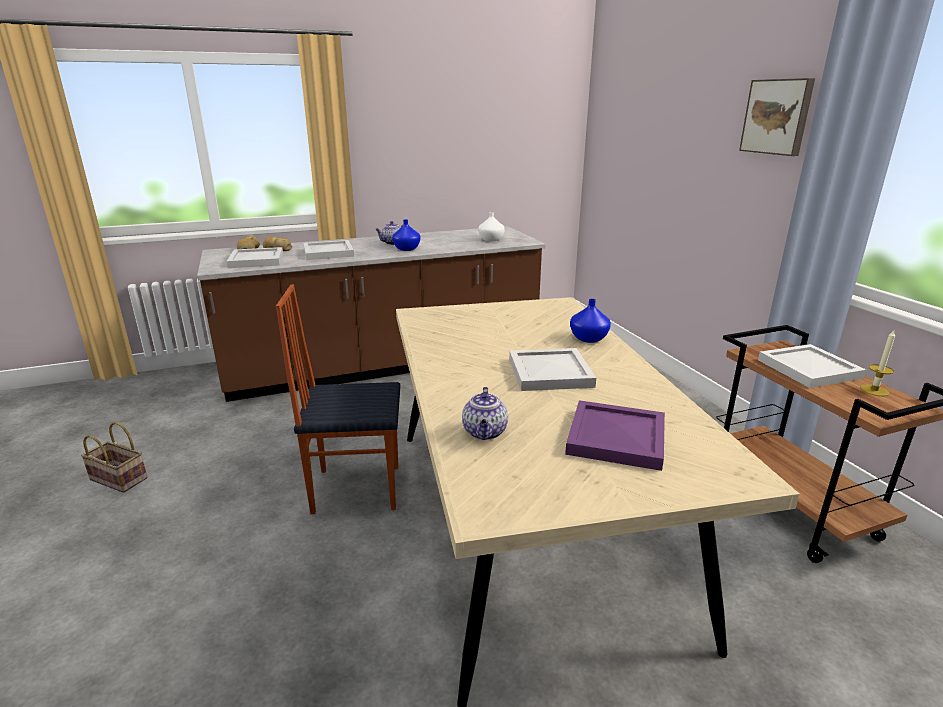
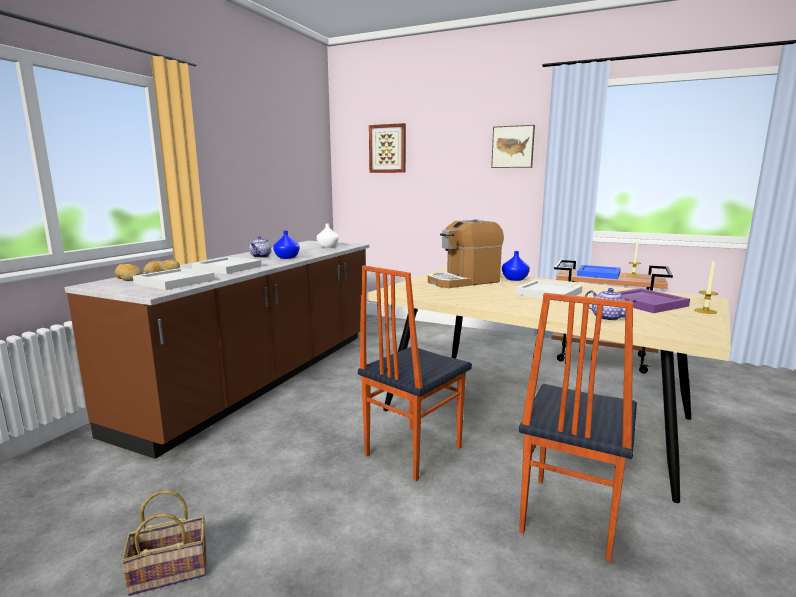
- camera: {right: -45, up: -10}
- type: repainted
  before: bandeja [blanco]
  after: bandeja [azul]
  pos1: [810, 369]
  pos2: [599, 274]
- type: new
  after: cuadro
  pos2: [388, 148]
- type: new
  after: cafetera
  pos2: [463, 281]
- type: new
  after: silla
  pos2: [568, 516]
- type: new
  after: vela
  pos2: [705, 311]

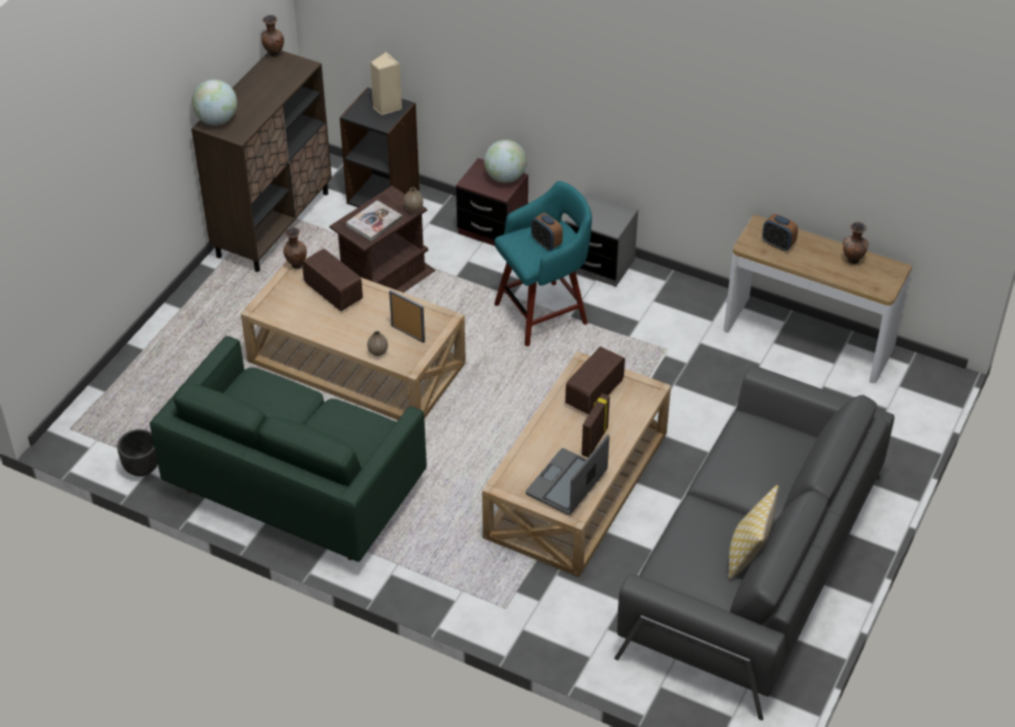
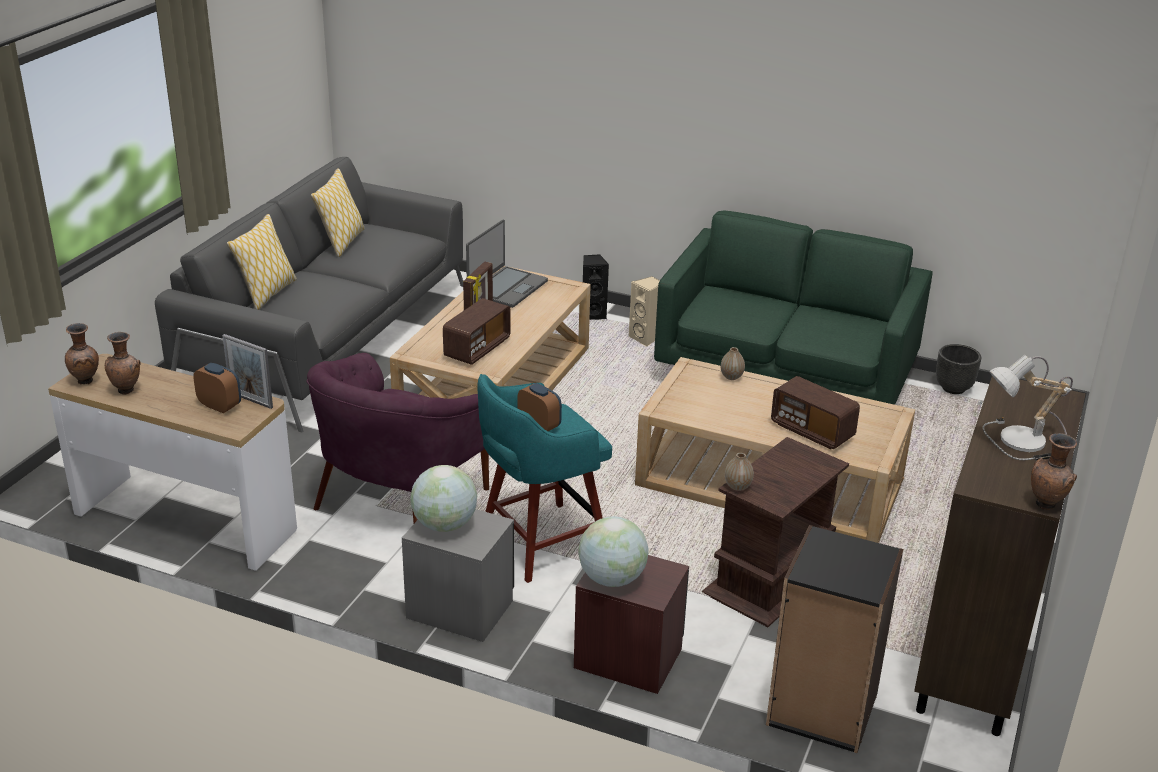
- camera: {right: 175, up: -15}
- type: shifted
  before: globo terráqueo
  pos1: [216, 120]
  pos2: [444, 525]
- type: shifted
  before: florero [marrón]
  pos1: [296, 265]
  pos2: [86, 381]
- type: gone
  before: libro
  pos1: [374, 222]
- type: shifted
  before: altavoz [beis]
  pos1: [386, 107]
  pos2: [646, 339]
- type: shifted
  before: portarretratos
  pos1: [408, 334]
  pos2: [251, 400]
- type: new
  after: cojín
  pos2: [267, 294]
- type: new
  after: sillón [morado]
  pos2: [399, 499]
- type: new
  after: altavoz [negro]
  pos2: [592, 315]
- type: new
  after: lámpara de mesa
  pos2: [1022, 442]

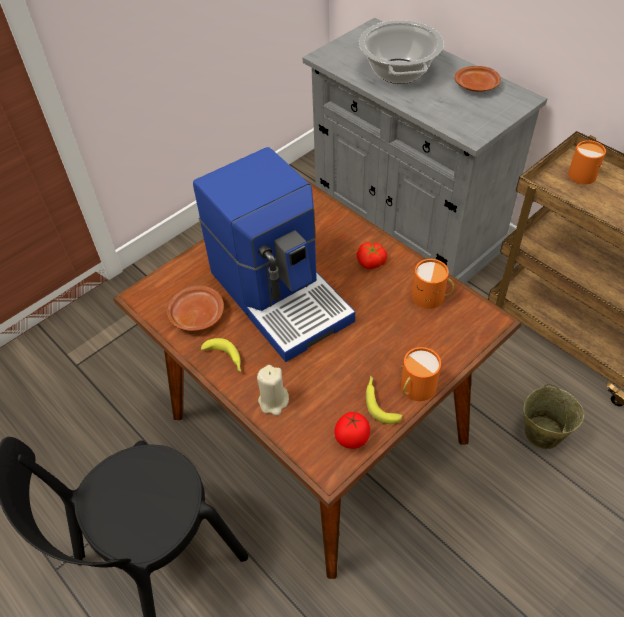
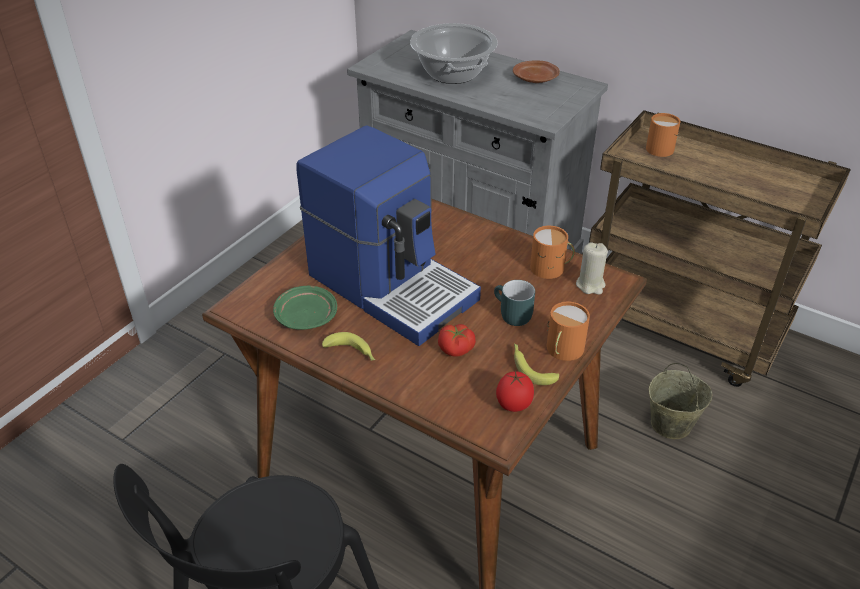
- camera: {right: -15, up: -10}
- type: repainted
  before: plato [marrón]
  after: plato [verde]
  pos1: [197, 314]
  pos2: [305, 316]
- type: shifted
  before: vela [beis]
  pos1: [273, 401]
  pos2: [590, 285]
- type: shifted
  before: tomate
  pos1: [371, 262]
  pos2: [456, 349]
- type: new
  after: taza grande [turquesa]
  pos2: [510, 315]

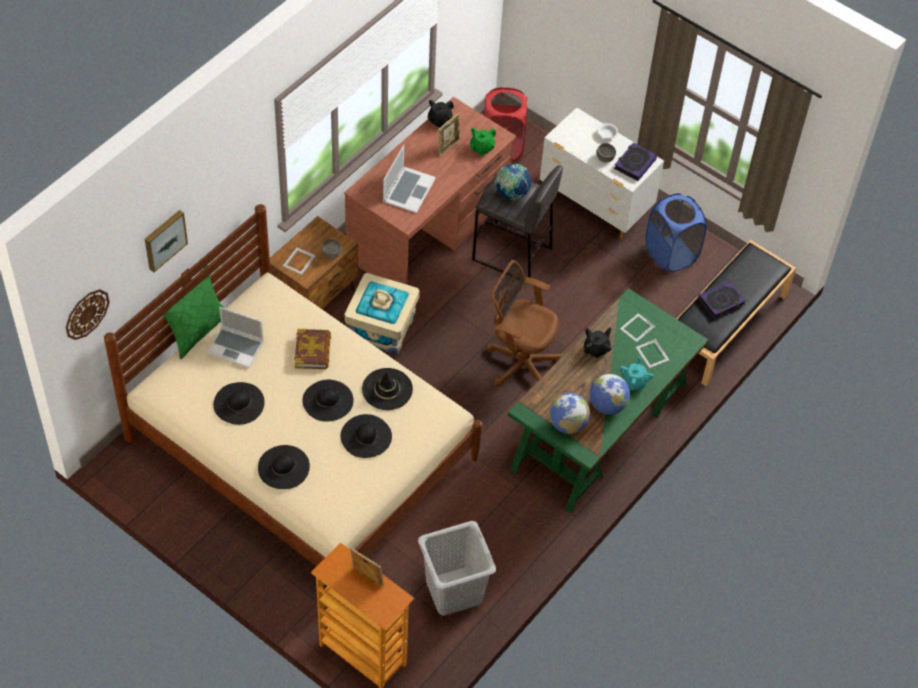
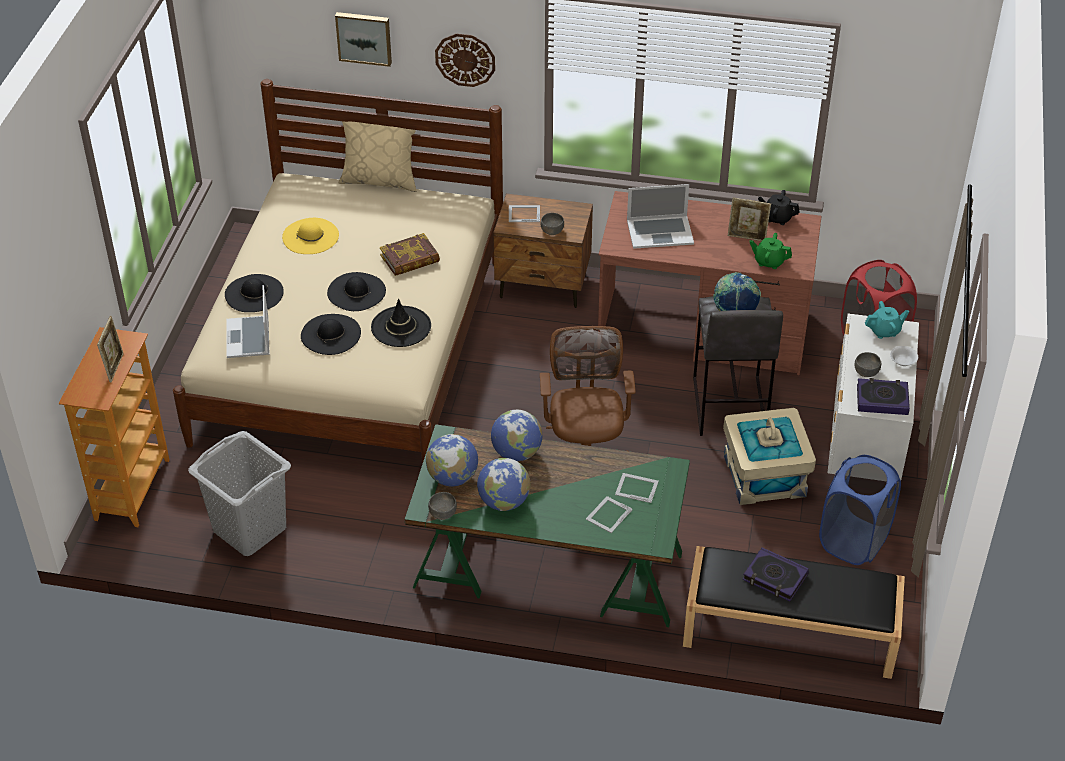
- camera: {right: 65, up: -10}
- type: shifted
  before: reloj de pared
  pos1: [86, 314]
  pos2: [465, 59]
- type: repainted
  before: cojín [verde]
  after: cojín [beis]
  pos1: [196, 330]
  pos2: [380, 179]
- type: shifted
  before: portátil
  pos1: [236, 348]
  pos2: [249, 339]
- type: repainted
  before: sombrero [negro]
  after: sombrero [amarillo]
  pos1: [239, 403]
  pos2: [310, 236]
- type: shifted
  before: caja de almacenaje [beis]
  pos1: [382, 327]
  pos2: [765, 476]
- type: gone
  before: tetera [negro]
  pos1: [596, 349]
- type: shifted
  before: tetera [turquesa]
  pos1: [634, 381]
  pos2: [884, 331]
- type: new
  after: cuenco [gris]
  pos2: [443, 513]
- type: new
  after: globo terráqueo
  pos2: [516, 453]

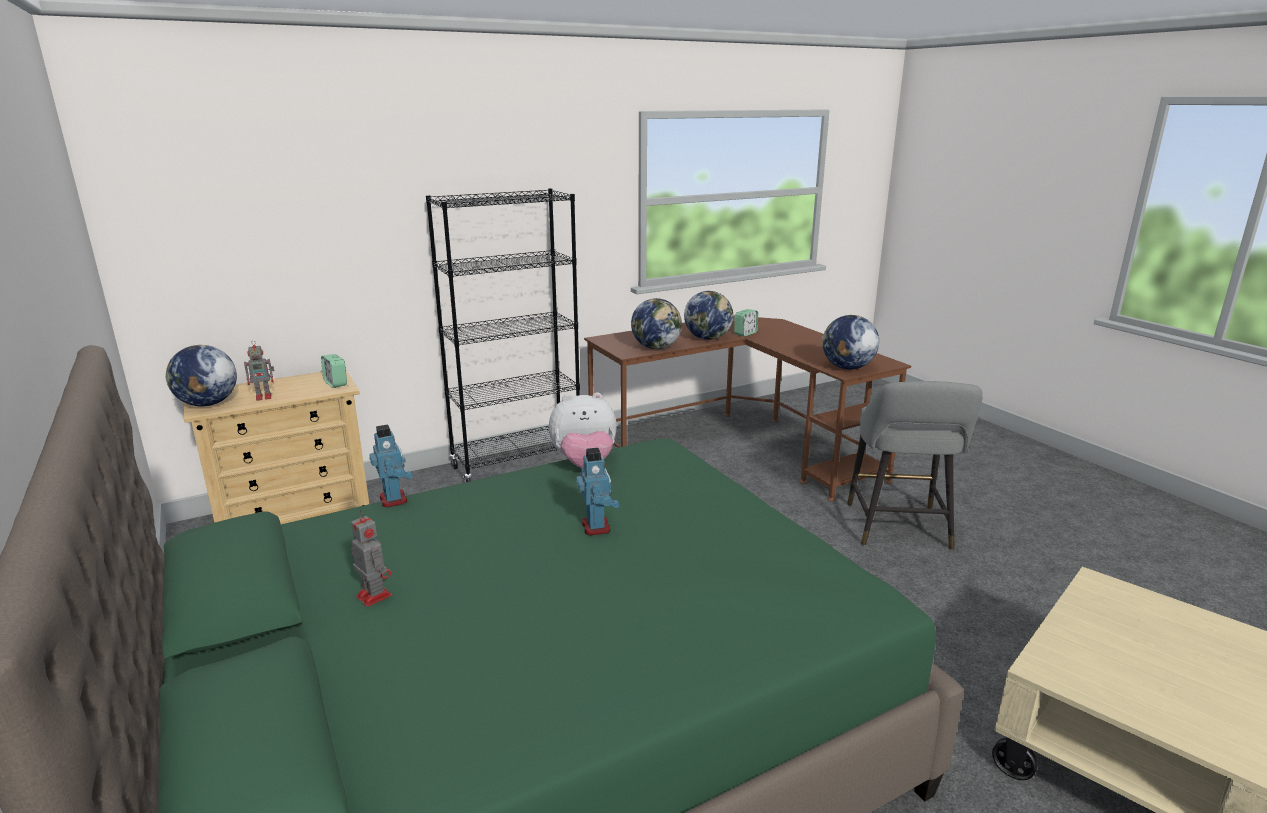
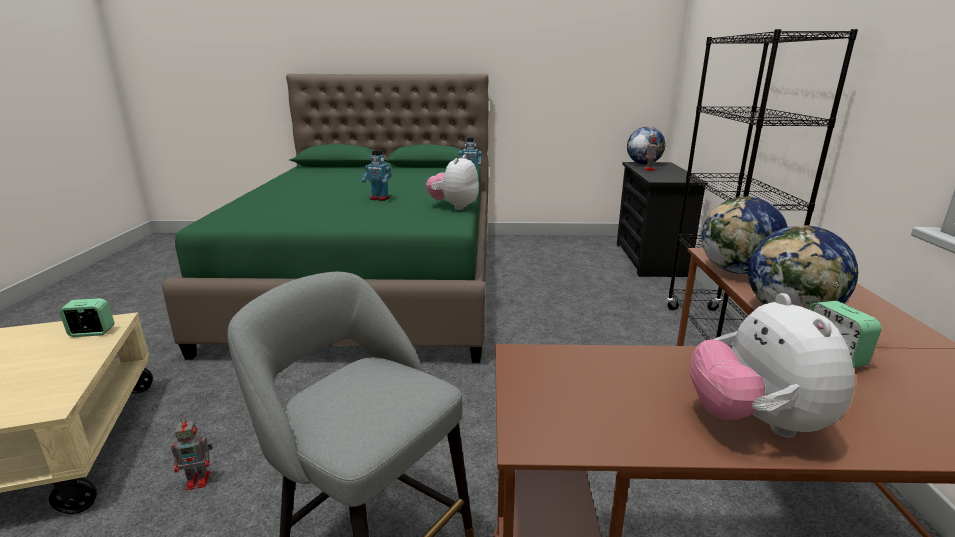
- camera: {right: 120, up: 0}
- type: repainted
  before: cómoda [beis]
  after: cómoda [negro]
  pos1: [295, 514]
  pos2: [650, 259]
- type: shifted
  before: despertador
  pos1: [336, 383]
  pos2: [92, 332]
- type: shifted
  before: robot de juguete
  pos1: [373, 595]
  pos2: [200, 480]
- type: gone
  before: globo terráqueo
  pos1: [847, 368]
- type: new
  after: peluche
  pos2: [756, 422]

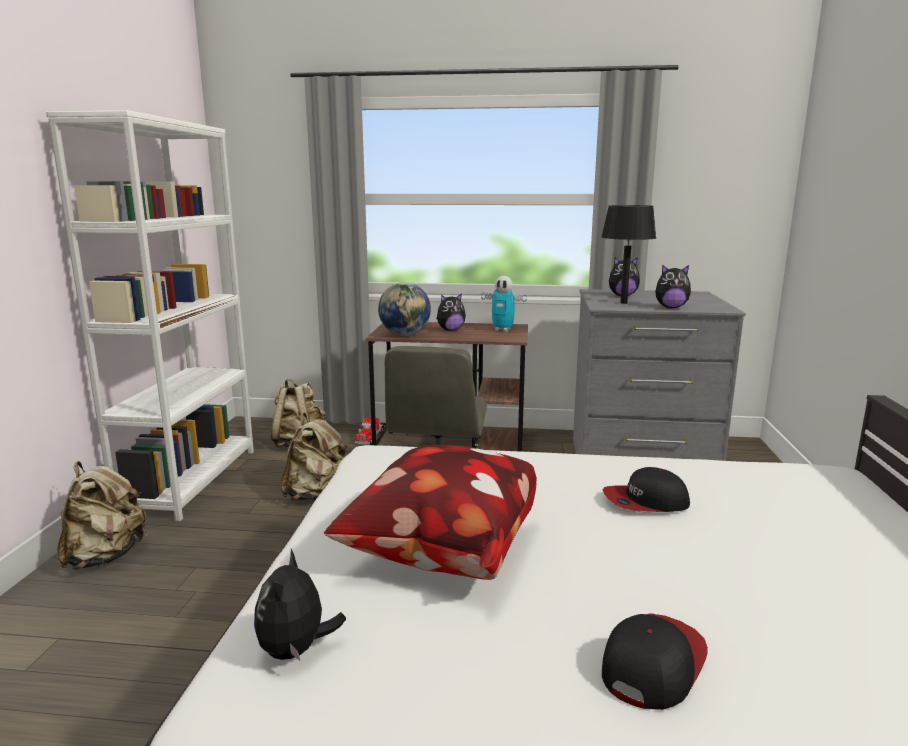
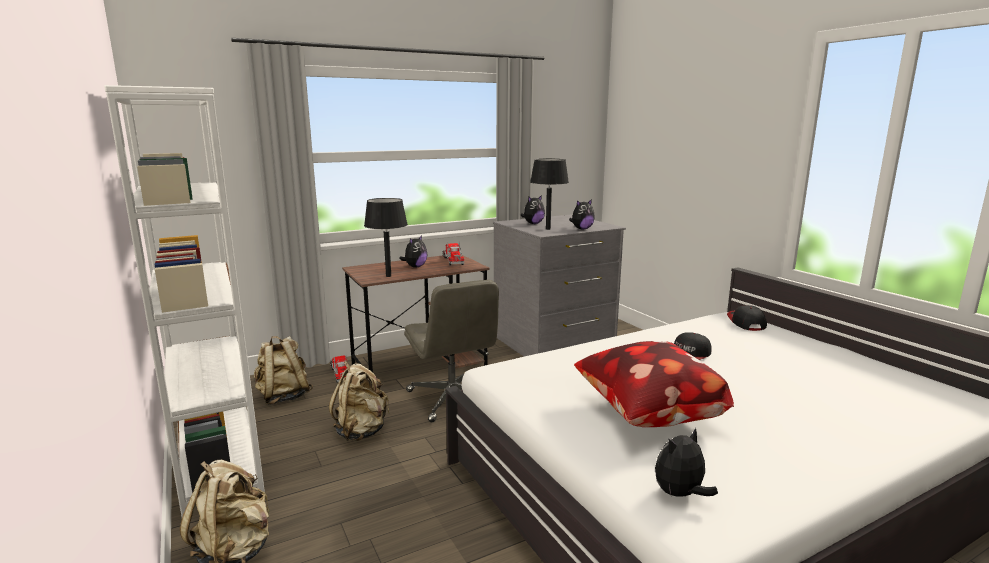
- camera: {right: -35, up: 0}
- type: rotated
  before: peluche
  pos1: [296, 650]
  pos2: [680, 494]
  turn: 90
- type: swapped
  before: globo terráqueo
  after: lámpara de mesa [negro]
  pos1: [405, 334]
  pos2: [388, 276]
- type: swapped
  before: robot de juguete
  after: camión de juguete
  pos1: [502, 330]
  pos2: [452, 260]
- type: shifted
  before: gorra
  pos1: [652, 663]
  pos2: [746, 322]

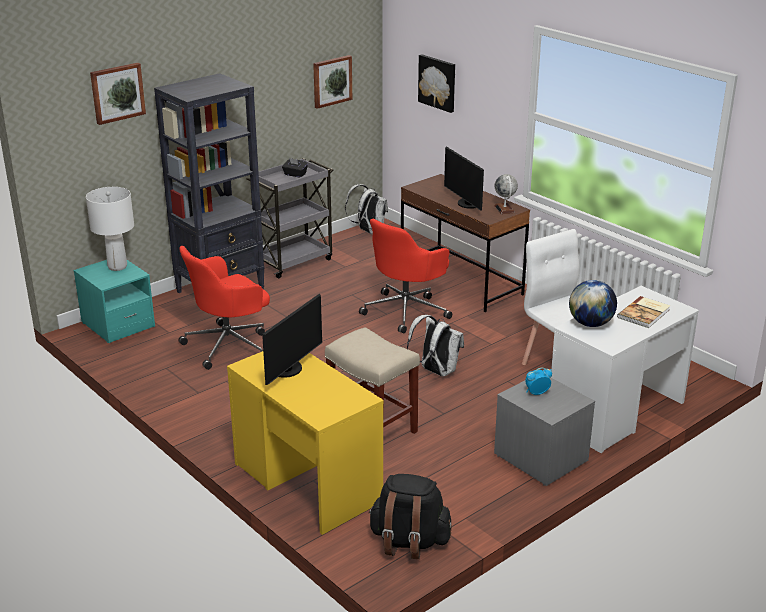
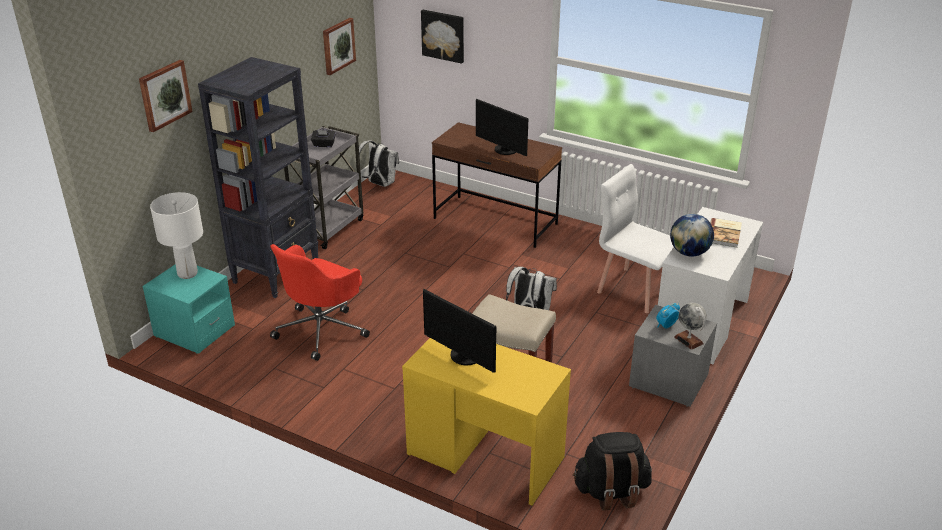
- camera: {right: -20, up: 5}
- type: rotated
  before: monitor
  pos1: [289, 369]
  pos2: [464, 357]
  turn: 120
- type: gone
  before: silla de oficina [rojo]
  pos1: [406, 310]
- type: shifted
  before: globo terráqueo
  pos1: [504, 209]
  pos2: [688, 340]

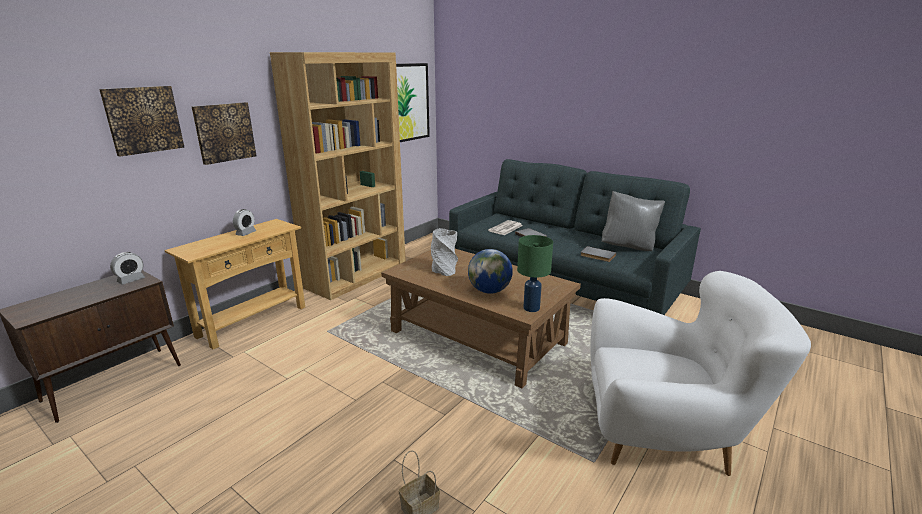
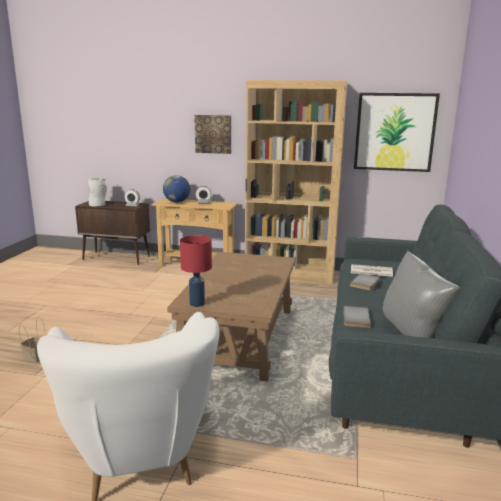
- camera: {right: 65, up: -5}
- type: gone
  before: cuadro
  pos1: [143, 120]
- type: shifted
  before: florero [gris]
  pos1: [444, 270]
  pos2: [98, 204]
- type: shifted
  before: globo terráqueo
  pos1: [489, 291]
  pos2: [177, 202]
- type: repainted
  before: lámpara de mesa [verde]
  after: lámpara de mesa [rojo]
  pos1: [531, 308]
  pos2: [197, 303]

